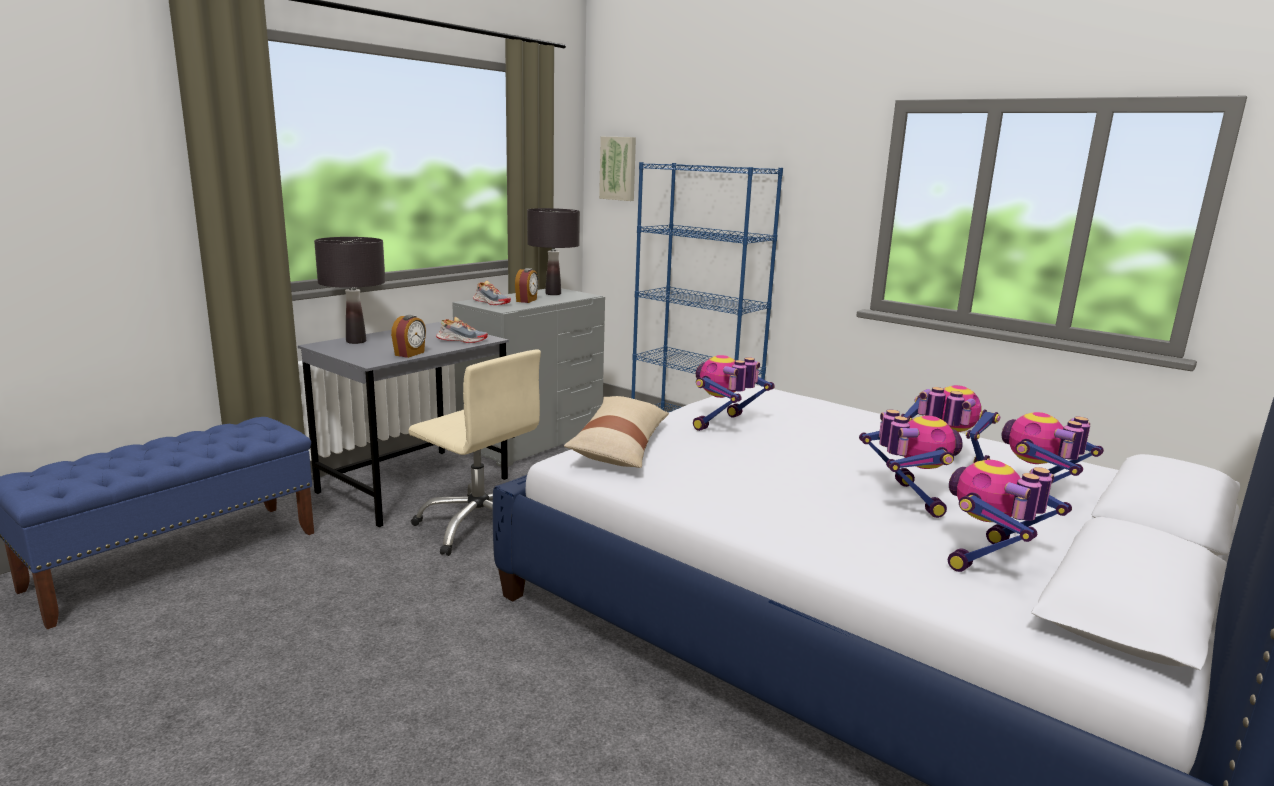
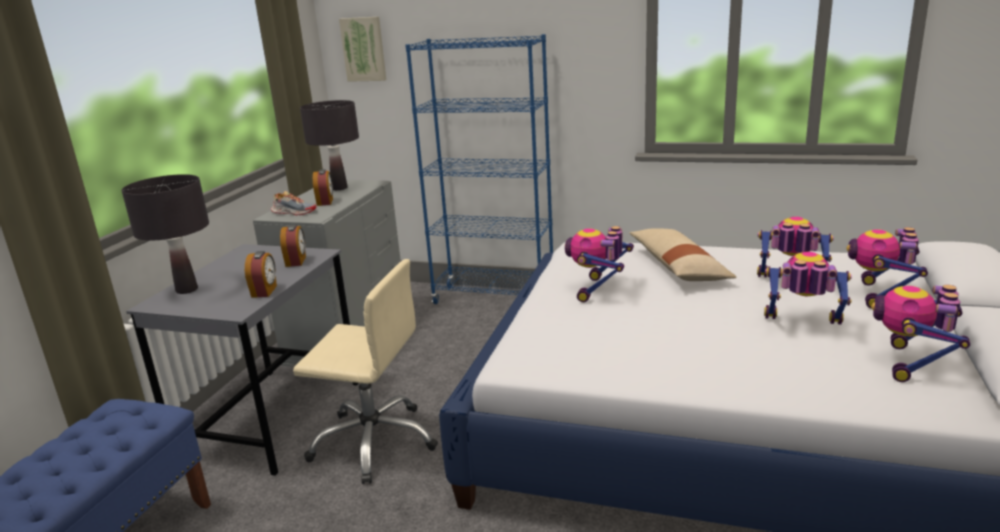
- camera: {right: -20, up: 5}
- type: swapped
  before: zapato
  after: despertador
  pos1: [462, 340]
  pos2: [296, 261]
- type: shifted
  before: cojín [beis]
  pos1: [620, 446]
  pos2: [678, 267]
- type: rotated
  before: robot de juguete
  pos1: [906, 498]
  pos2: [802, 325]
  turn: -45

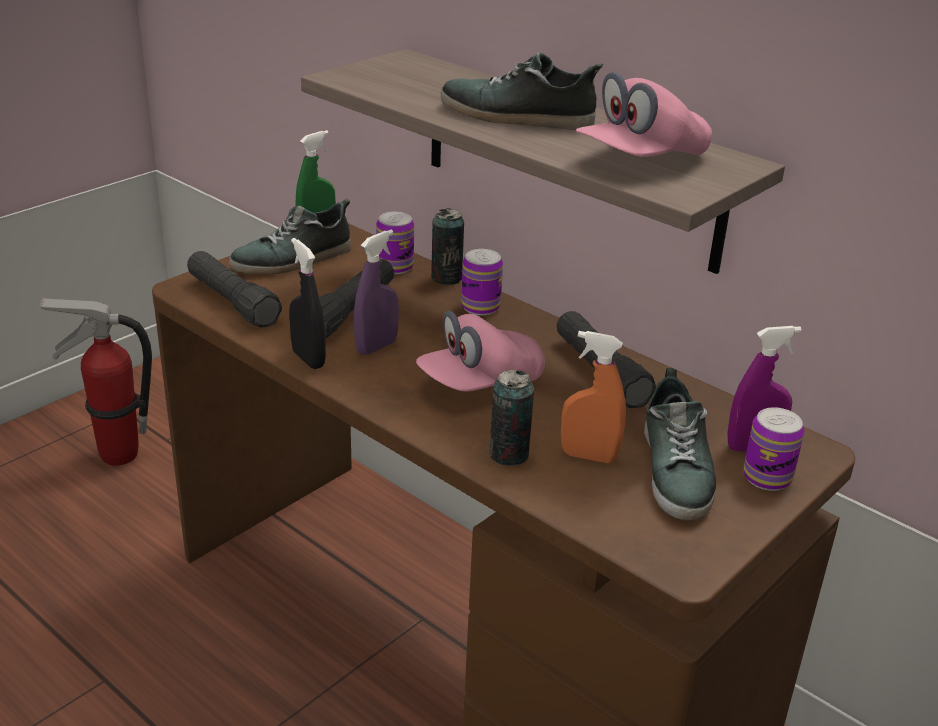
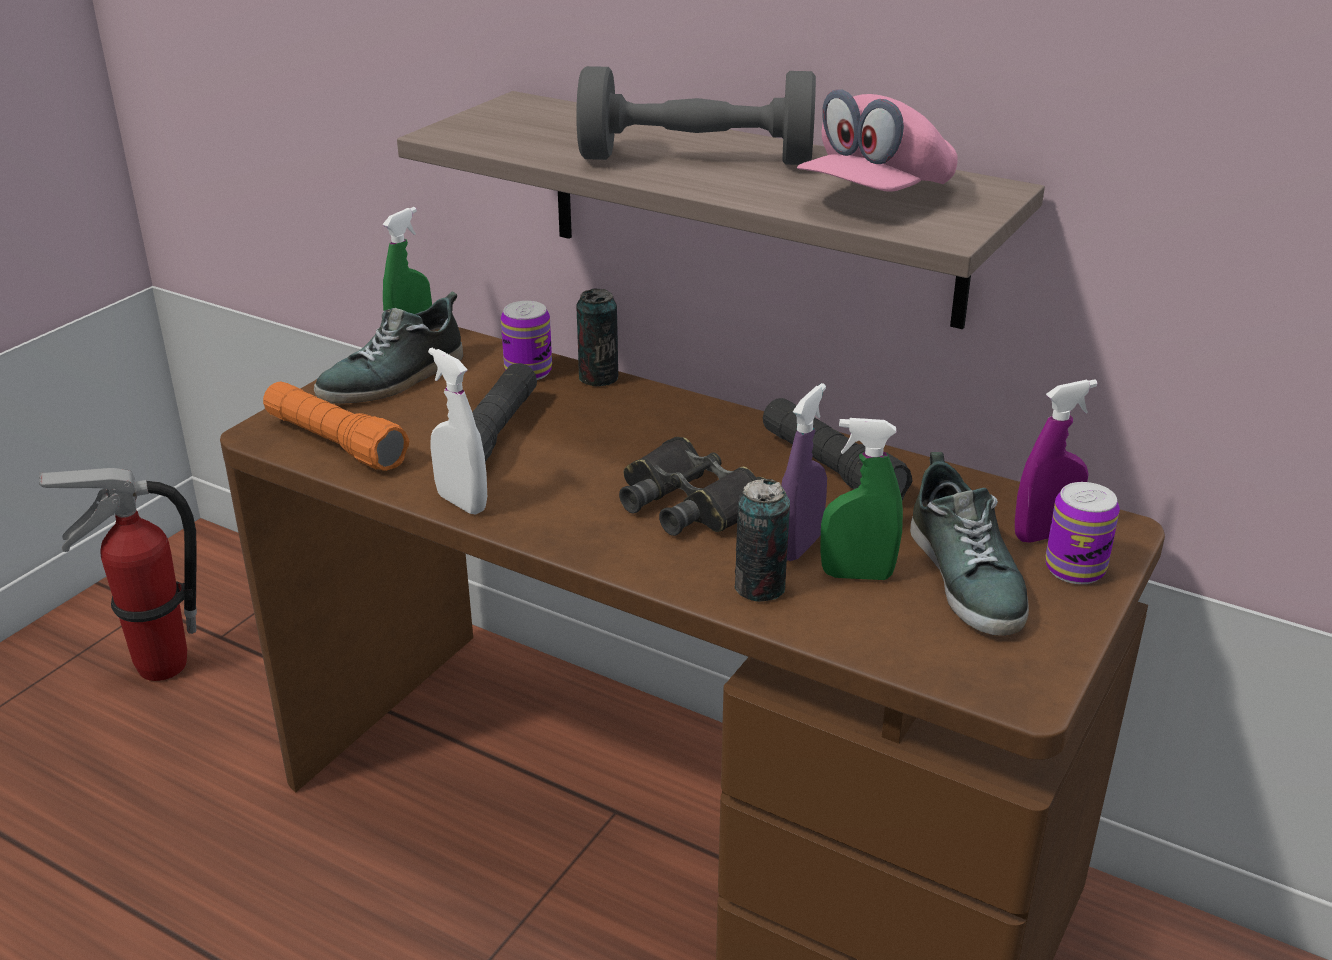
- camera: {right: -10, up: 0}
- type: repainted
  before: linterna [negro]
  after: linterna [naranja]
  pos1: [232, 302]
  pos2: [335, 443]
- type: repainted
  before: pulverizador [negro]
  after: pulverizador [blanco]
  pos1: [308, 359]
  pos2: [462, 503]
- type: shifted
  before: pulverizador [morado]
  pos1: [376, 347]
  pos2: [800, 546]
- type: swapped
  before: gorra [rosa]
  after: prismáticos [negro]
  pos1: [480, 382]
  pos2: [690, 502]
- type: swapped
  before: zapato
  after: mancuerna [gris]
  pos1: [516, 116]
  pos2: [696, 159]
- type: gone
  before: lata
  pos1: [480, 307]
- type: repainted
  before: pulverizador [naranja]
  after: pulverizador [verde]
  pos1: [588, 456]
  pos2: [857, 575]

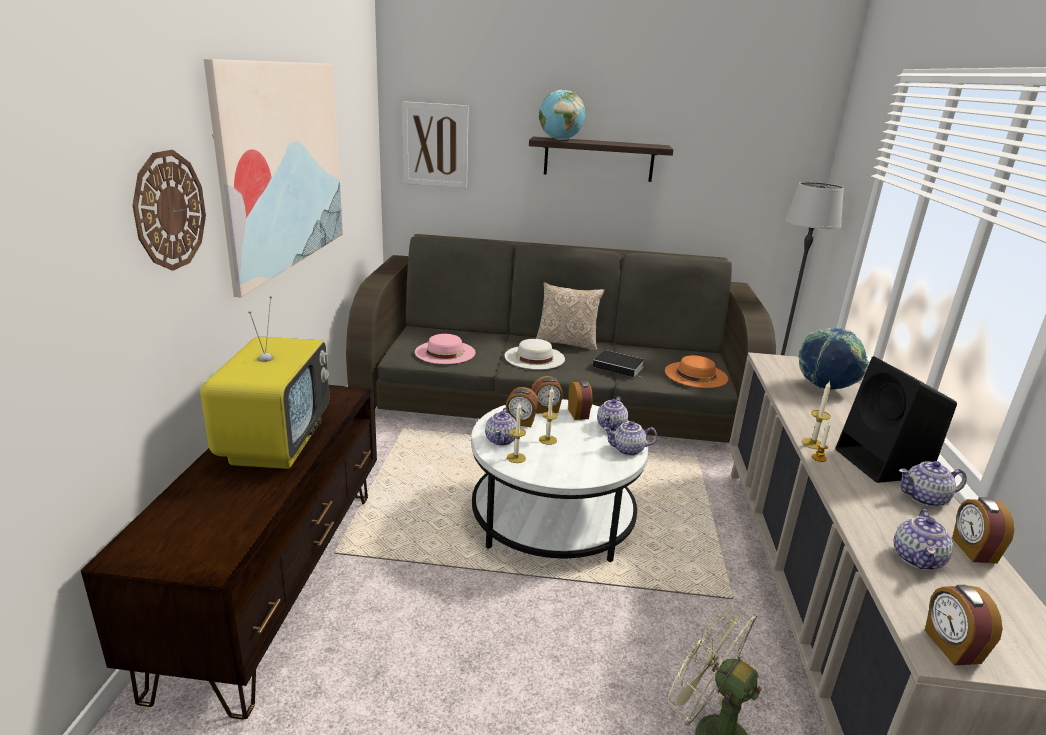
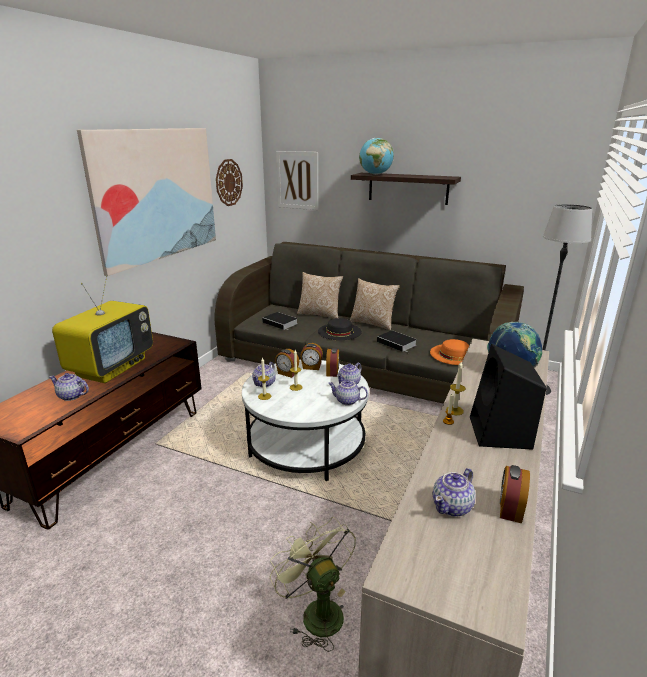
- camera: {right: 20, up: 0}
- type: shifted
  before: reloj de pared
  pos1: [169, 210]
  pos2: [228, 182]
- type: swapped
  before: sombrero [rosa]
  after: libro
  pos1: [445, 352]
  pos2: [281, 323]
- type: repainted
  before: sombrero [blanco]
  after: sombrero [negro]
  pos1: [534, 357]
  pos2: [339, 331]
- type: shifted
  before: tetera
  pos1: [925, 498]
  pos2: [71, 396]
- type: gone
  before: despertador
  pos1: [951, 646]
- type: new
  after: cojín
  pos2: [320, 314]

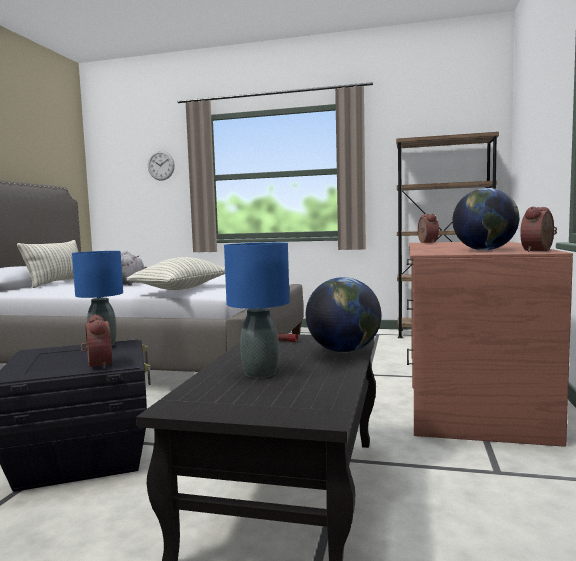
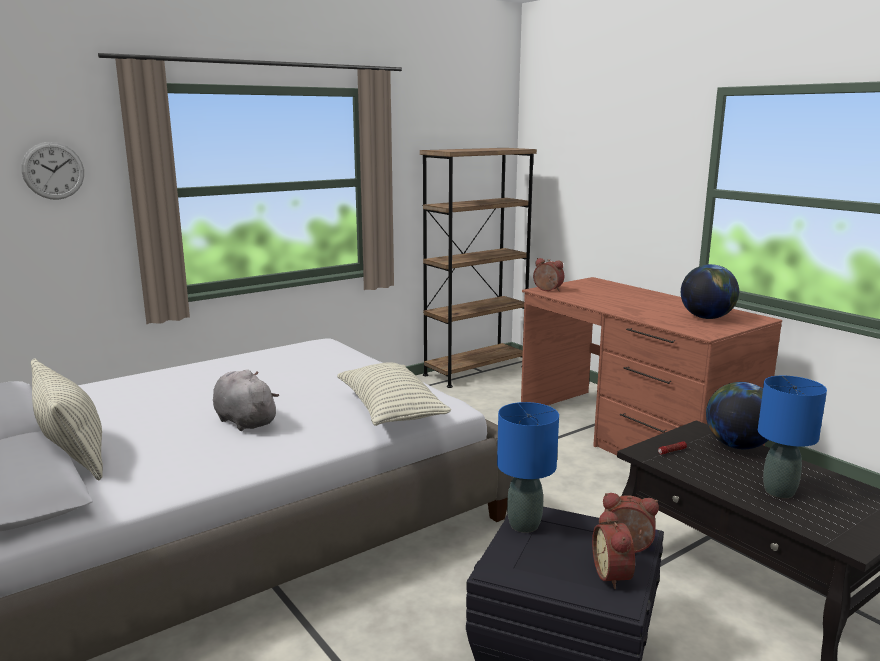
- camera: {right: -50, up: 10}
- type: shifted
  before: despertador
  pos1: [539, 251]
  pos2: [614, 575]

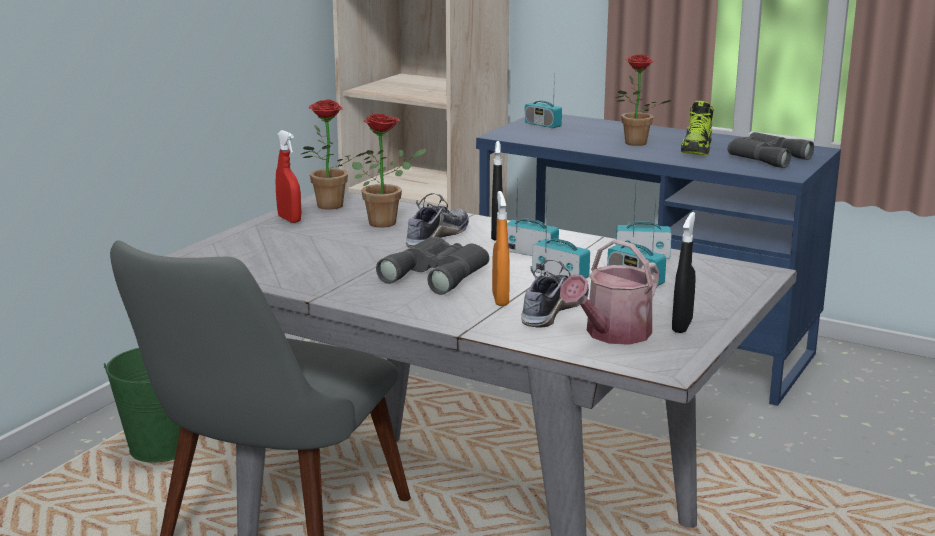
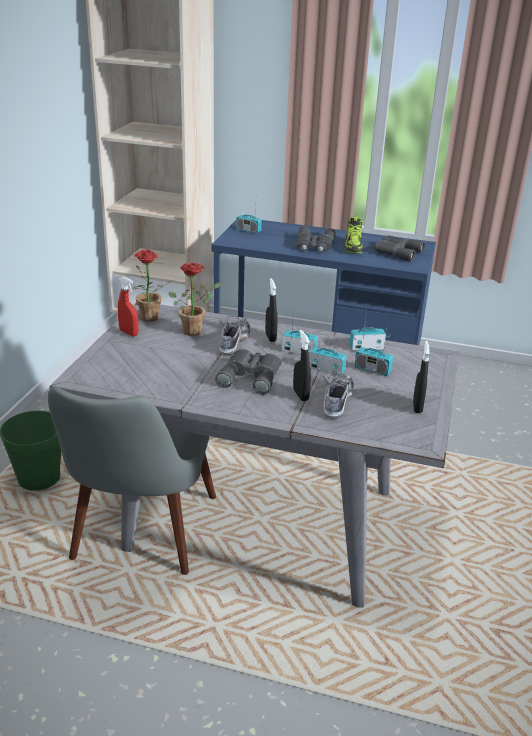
- camera: {right: -15, up: 10}
- type: repainted
  before: pulverizador [naranja]
  after: pulverizador [negro]
  pos1: [500, 299]
  pos2: [300, 395]
- type: gone
  before: regadera
  pos1: [612, 334]
- type: swapped
  before: planta en maceta
  after: prismáticos [gris]
  pos1: [635, 144]
  pos2: [314, 245]

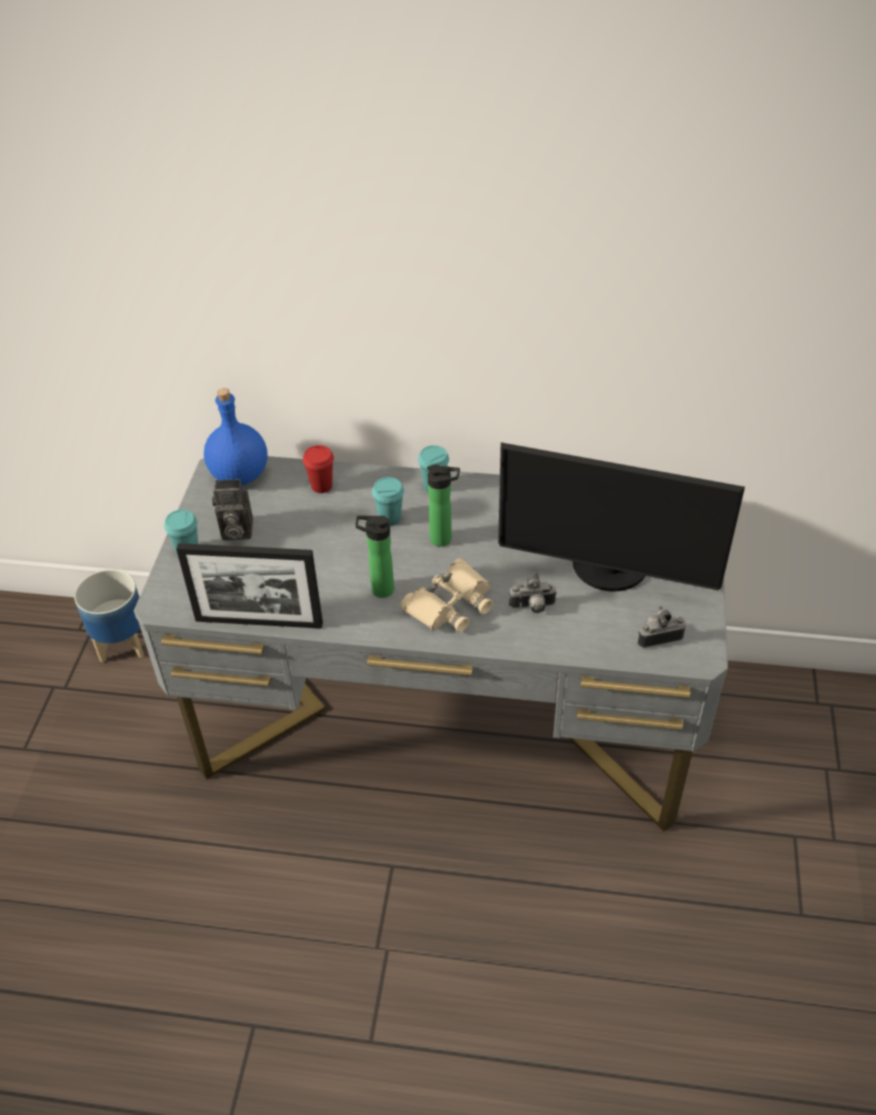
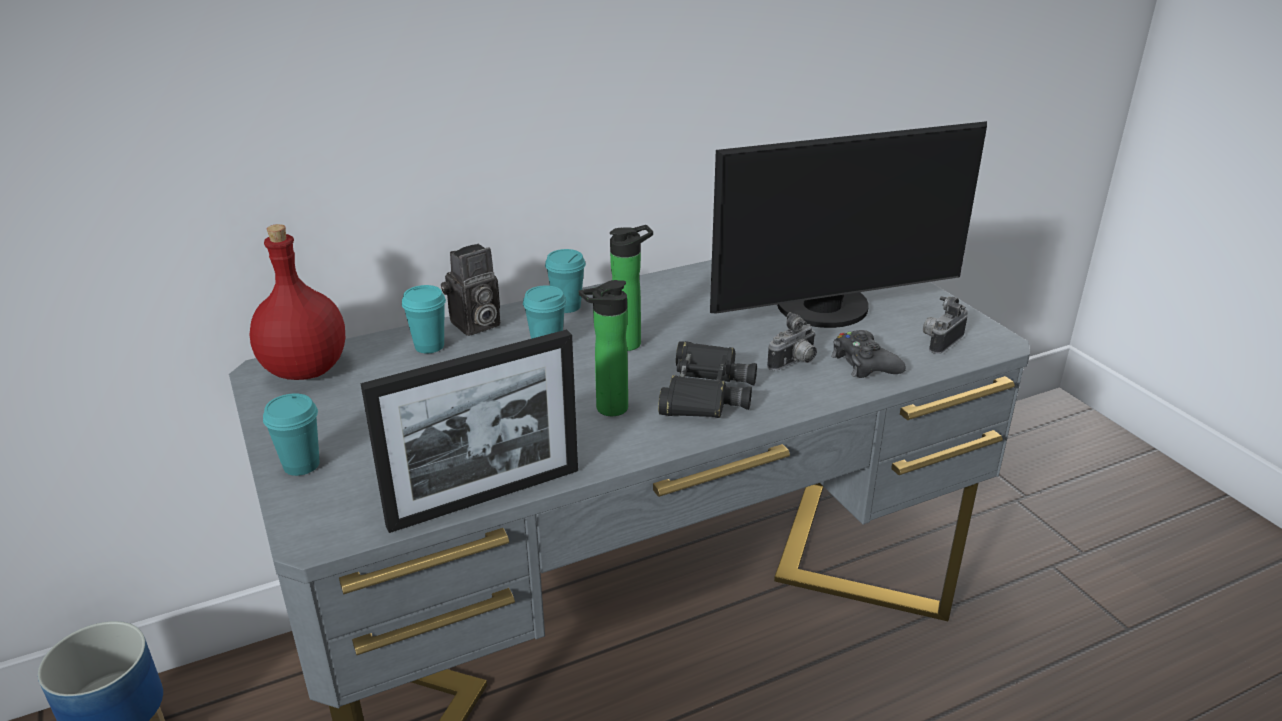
- camera: {right: -35, up: -15}
- type: repainted
  before: botella [azul]
  after: botella [rojo]
  pos1: [239, 476]
  pos2: [304, 371]
- type: shifted
  before: cámara
  pos1: [235, 531]
  pos2: [474, 325]
- type: repainted
  before: taza [rojo]
  after: taza [turquesa]
  pos1: [321, 486]
  pos2: [429, 346]
- type: repainted
  before: prismáticos [beis]
  after: prismáticos [negro]
  pos1: [450, 604]
  pos2: [705, 392]
- type: new
  after: mando de consola [negro]
  pos2: [864, 363]

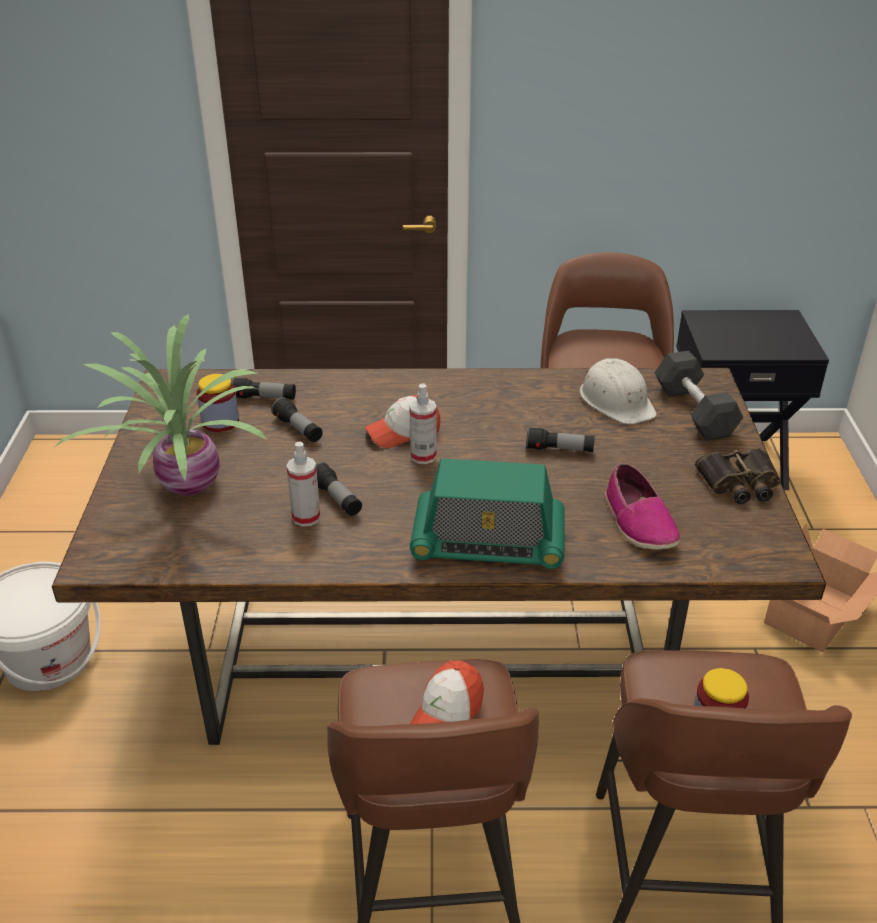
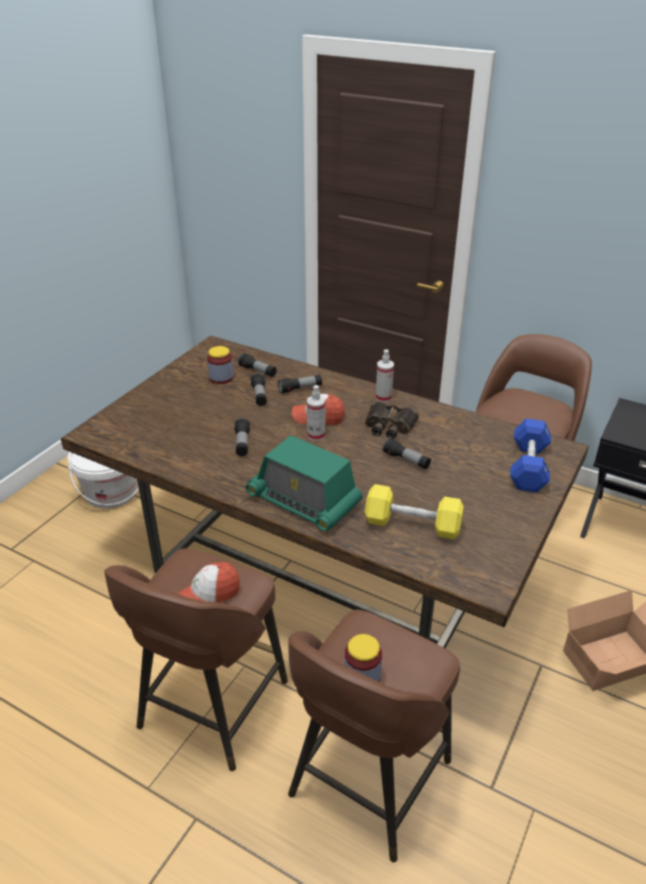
- camera: {right: 30, up: 0}
- type: gone
  before: planta en maceta
  pos1: [186, 484]
- type: shifted
  before: pulverizador
  pos1: [306, 517]
  pos2: [383, 397]
- type: gone
  before: casco [blanco]
  pos1: [616, 401]
- type: swapped
  before: zapato
  after: mancuerna [amarillo]
  pos1: [638, 522]
  pos2: [412, 524]
- type: repainted
  before: mancuerna [negro]
  after: mancuerna [azul]
  pos1: [694, 411]
  pos2: [528, 467]
- type: shifted
  before: prismáticos
  pos1: [739, 484]
  pos2: [389, 426]
- type: new
  after: linterna
  pos2: [300, 389]

